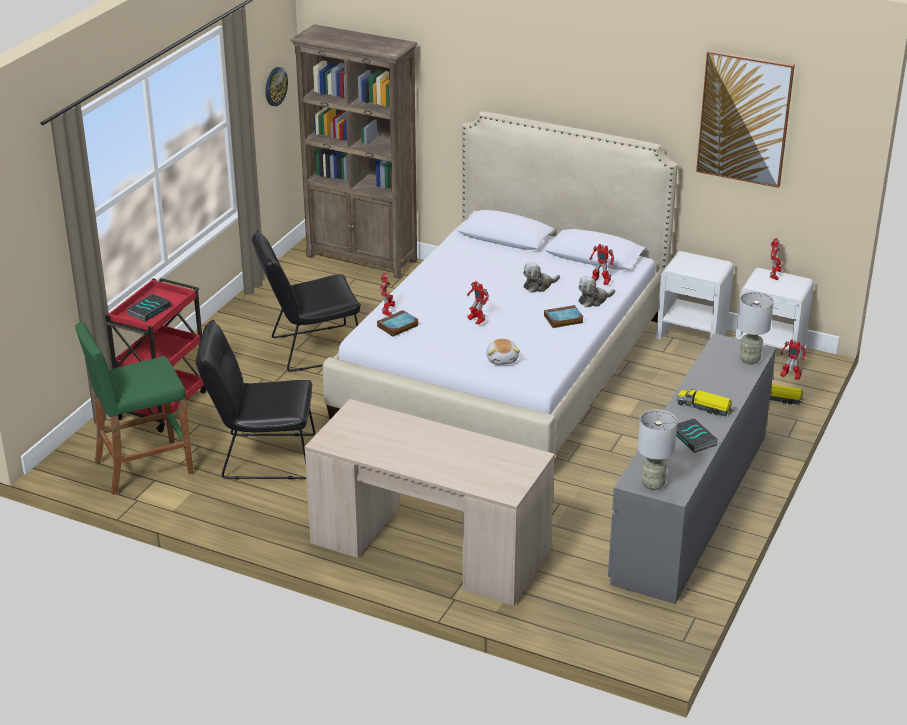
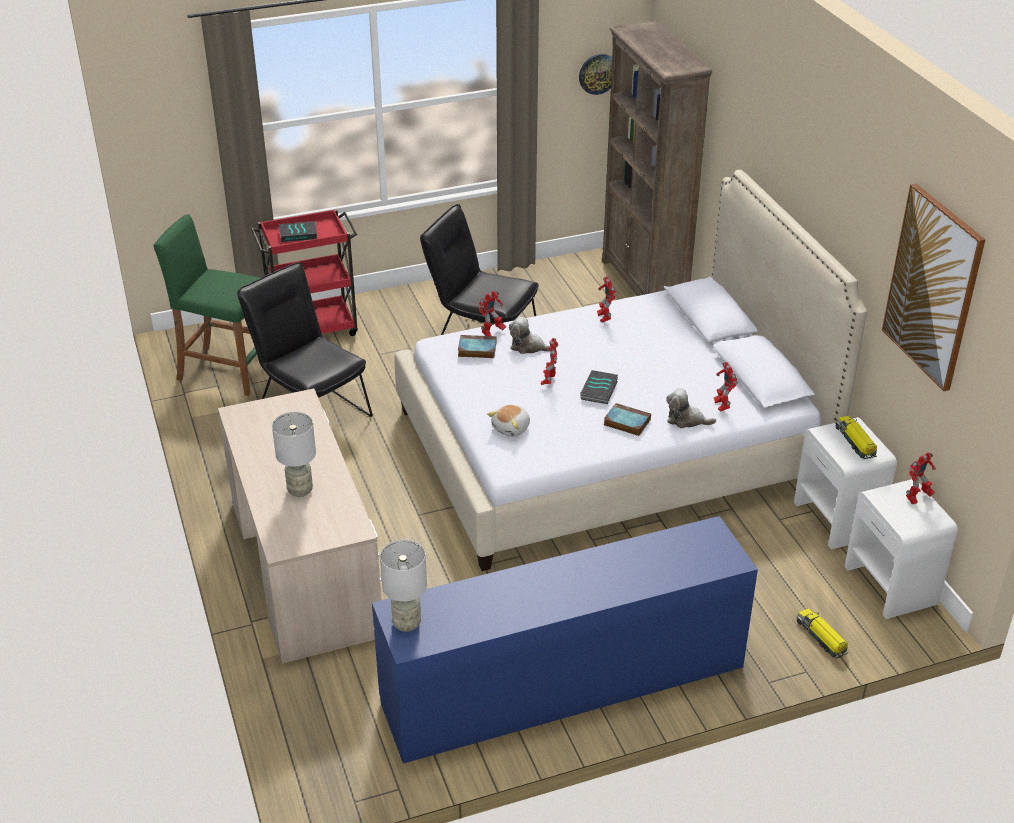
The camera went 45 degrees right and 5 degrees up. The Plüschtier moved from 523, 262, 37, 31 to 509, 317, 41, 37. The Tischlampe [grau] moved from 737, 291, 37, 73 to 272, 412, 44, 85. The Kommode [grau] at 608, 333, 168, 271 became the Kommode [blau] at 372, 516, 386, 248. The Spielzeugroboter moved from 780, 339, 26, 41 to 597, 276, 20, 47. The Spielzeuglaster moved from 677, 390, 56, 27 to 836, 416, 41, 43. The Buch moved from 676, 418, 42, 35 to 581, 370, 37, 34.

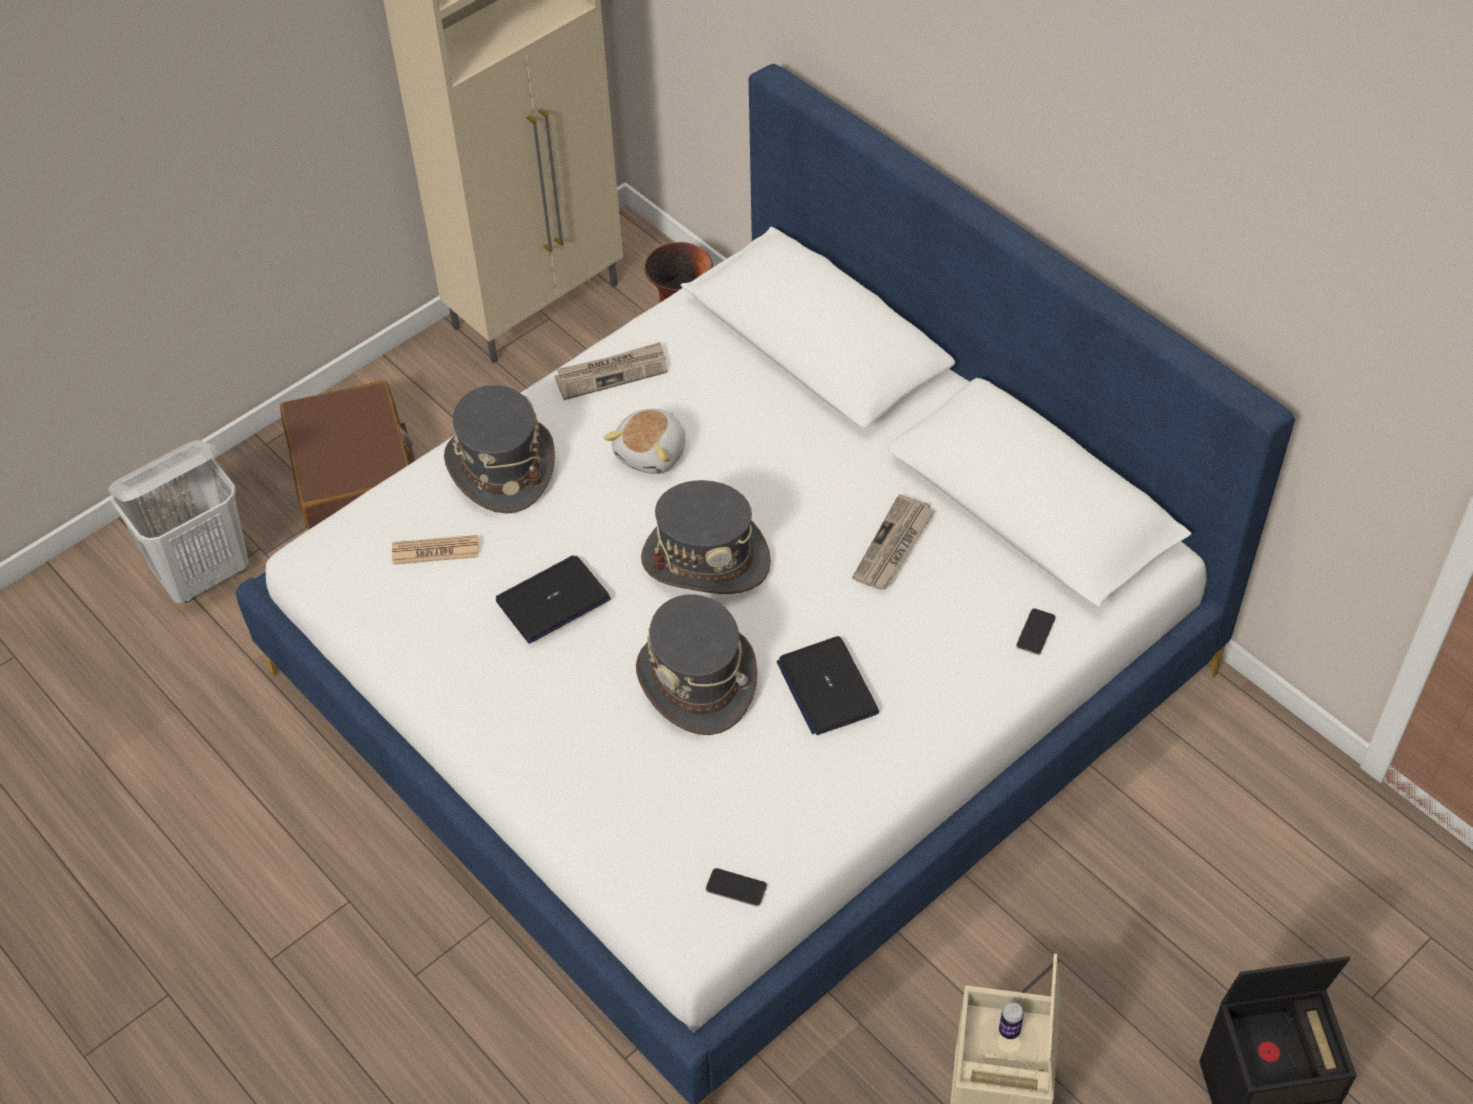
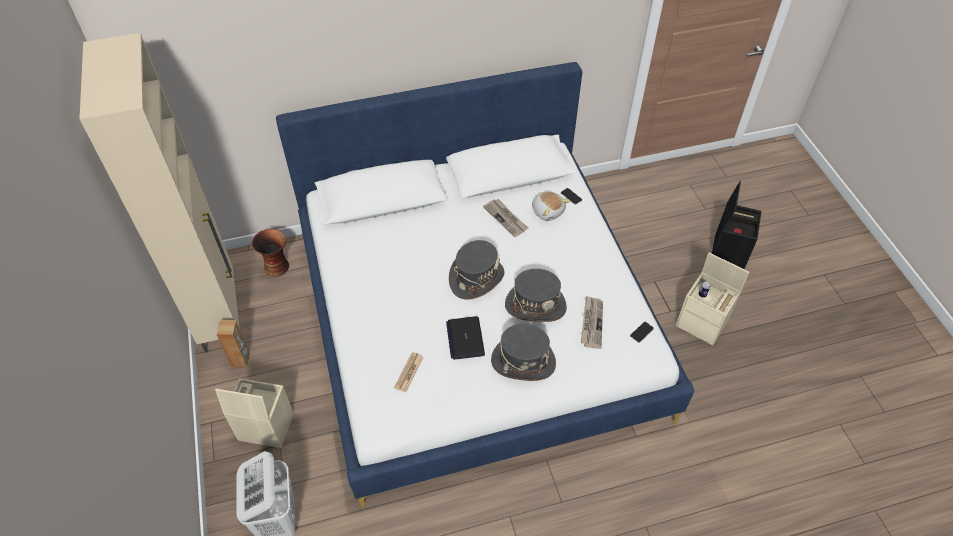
The camera went 65 degrees left and 0 degrees up. The Zeitung moved from 555, 342, 112, 58 to 581, 296, 22, 53. The Koffer [braun] at 280, 380, 135, 151 was replaced by the Aufbewahrungsbox [beige] at 215, 378, 79, 70. The Hut [grau] moved from 444, 385, 111, 129 to 491, 324, 65, 57. The Plüschtier moved from 604, 409, 82, 65 to 532, 191, 38, 30. The Laptop at 776, 636, 103, 99 disappeared. The Lautsprecher [braun] at 217, 320, 33, 47 appeared.

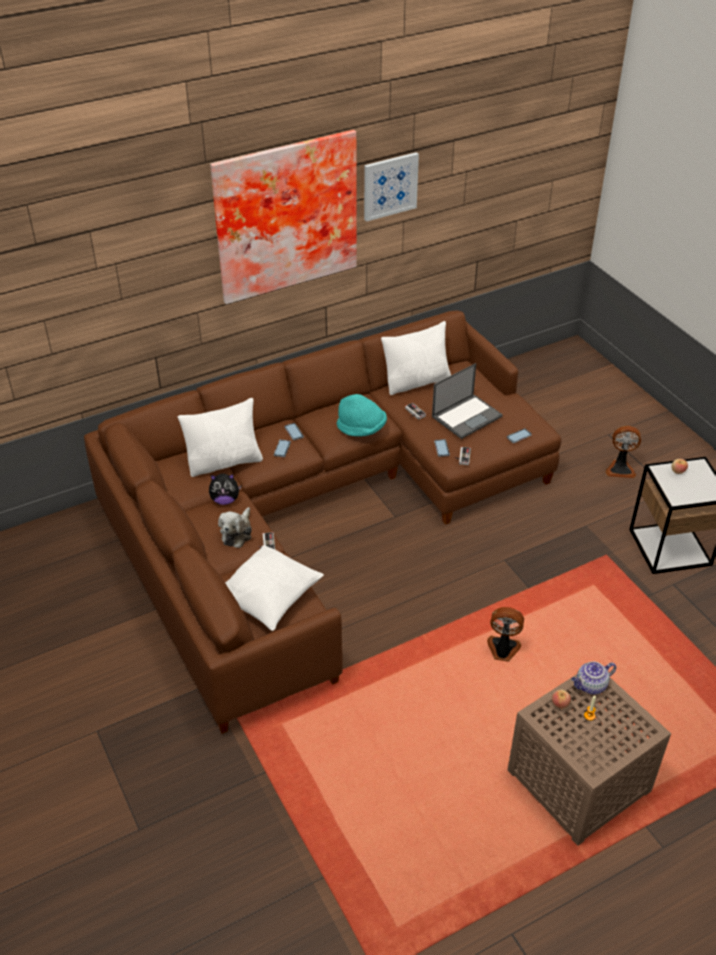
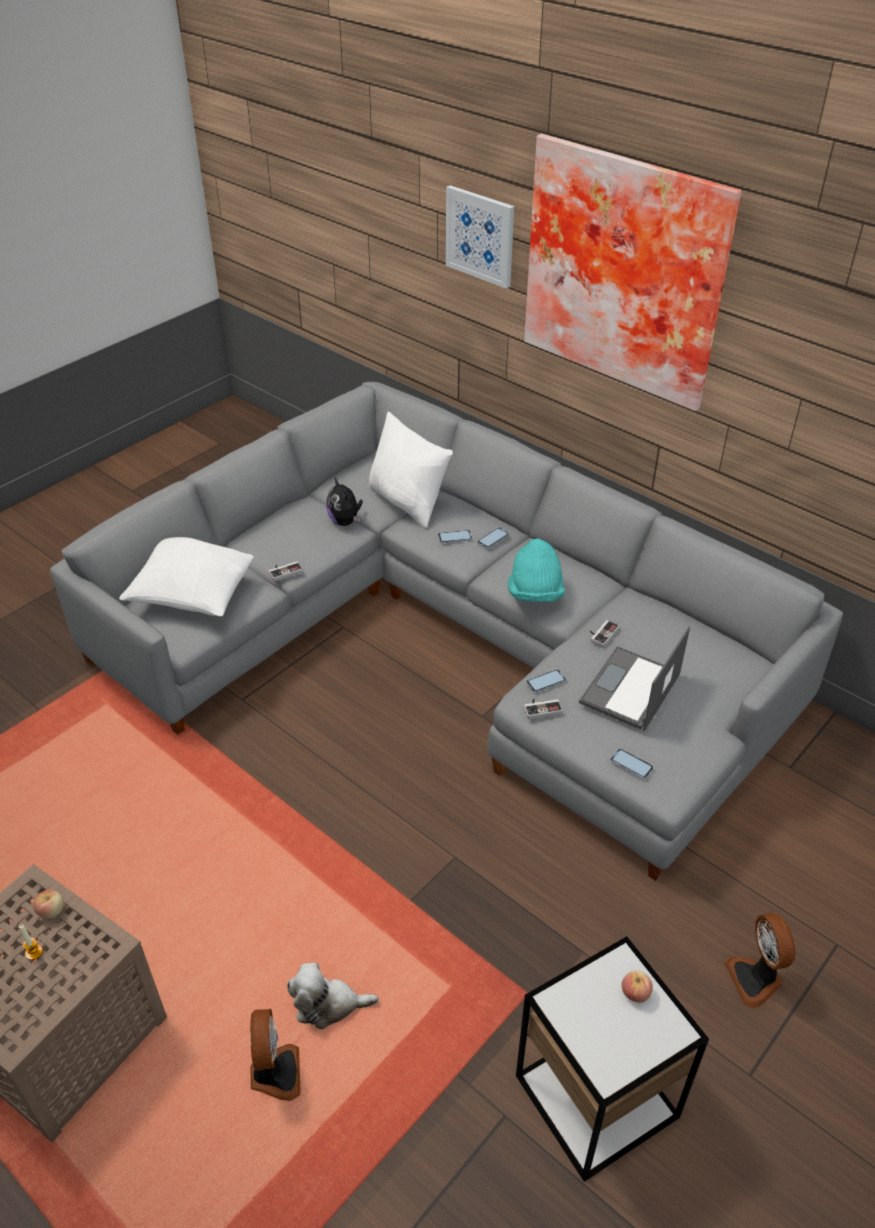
The camera went 70 degrees right and 0 degrees up. The Bild moved from 364, 152, 55, 70 to 446, 185, 68, 104. The Sofa [braun] at 84, 310, 478, 424 became the Sofa [grau] at 50, 382, 793, 499. The Kissen [weiß] at 381, 321, 70, 74 disappeared. The Laptop at 432, 363, 71, 76 turned 90 degrees clockwise. The Plüschtier moved from 218, 507, 34, 41 to 287, 963, 92, 66. The Ventilator moved from 487, 607, 37, 55 to 250, 1008, 51, 93. The Teekanne at 571, 661, 45, 33 disappeared.

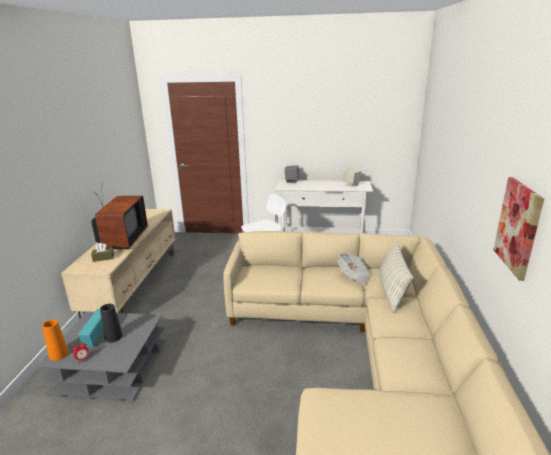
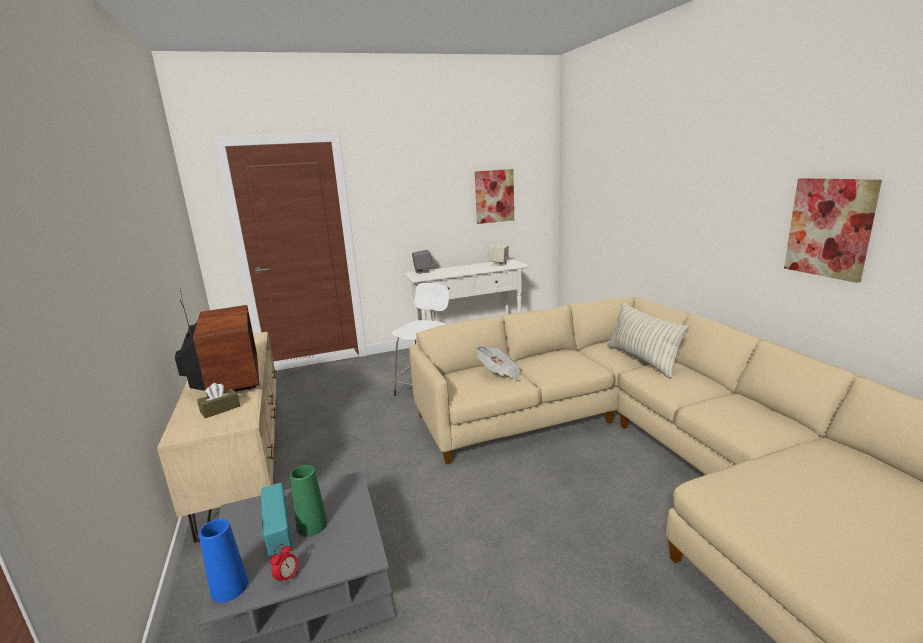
The camera went 25 degrees left and 5 degrees down. The Zeitung moved from 337, 253, 34, 31 to 476, 346, 45, 34. The Vase [schwarz] at 100, 304, 23, 39 became the Vase [grün] at 290, 465, 38, 71. The Vase [orange] at 42, 319, 27, 42 became the Vase [blau] at 199, 519, 49, 84. The Bild at 475, 169, 39, 55 appeared.

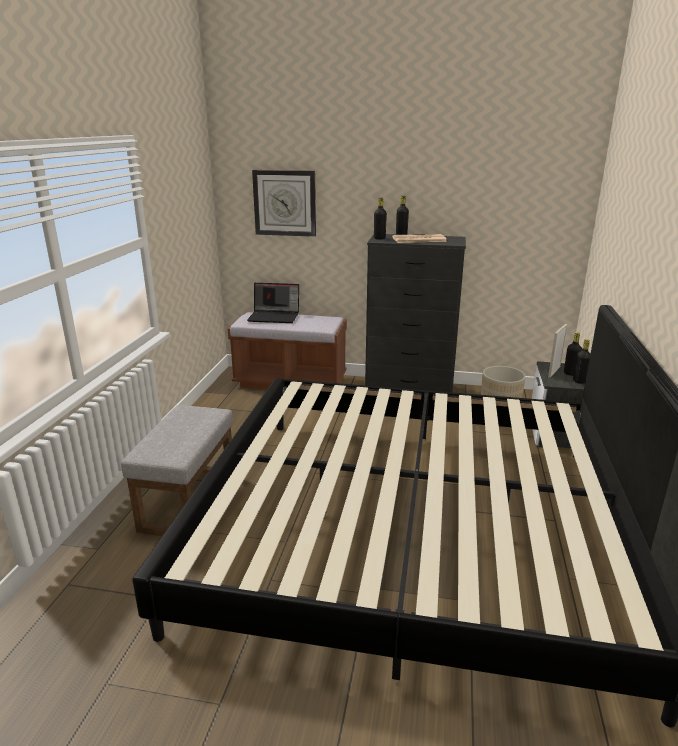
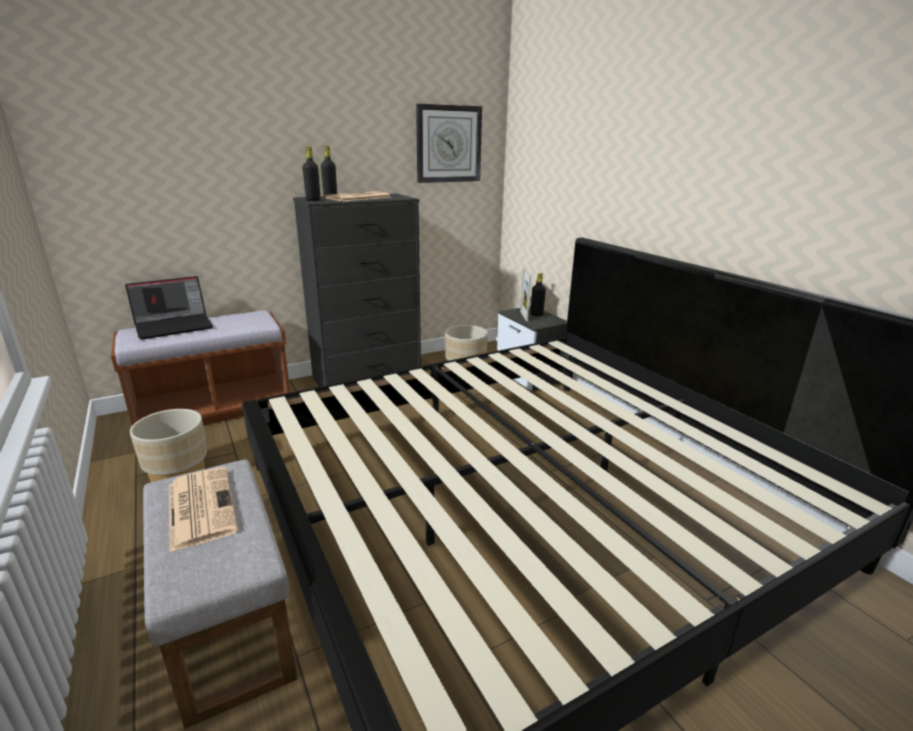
The camera went 40 degrees left and 0 degrees up. The Wanduhr moved from 252, 170, 64, 67 to 416, 104, 66, 79. The Flasche [schwarz] at 573, 339, 17, 45 disappeared. The Pflanzkübel [beige] at 130, 409, 77, 73 appeared. The Zeitung at 169, 467, 69, 85 appeared.

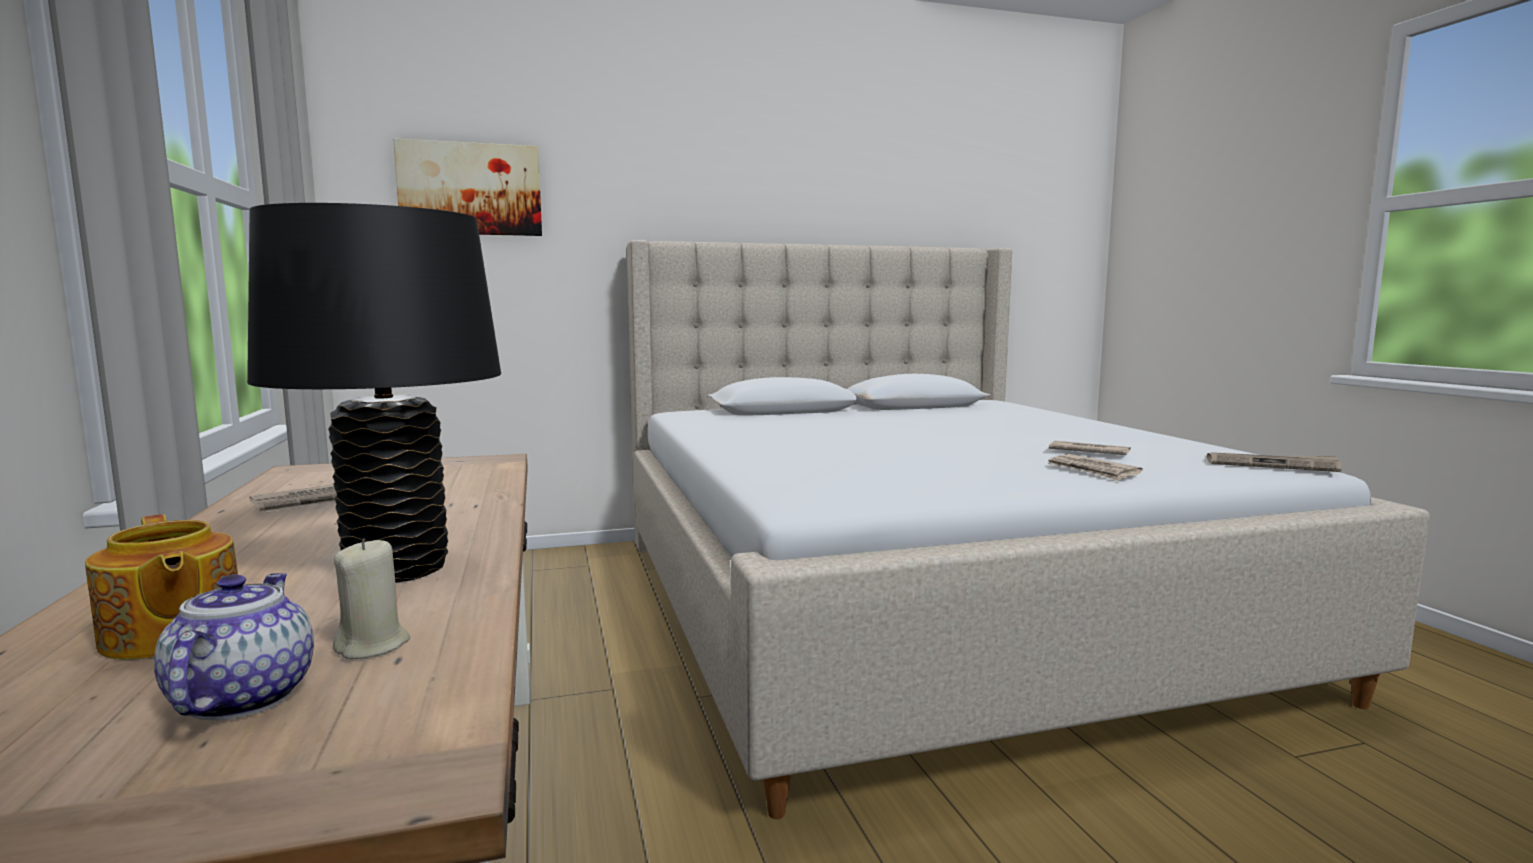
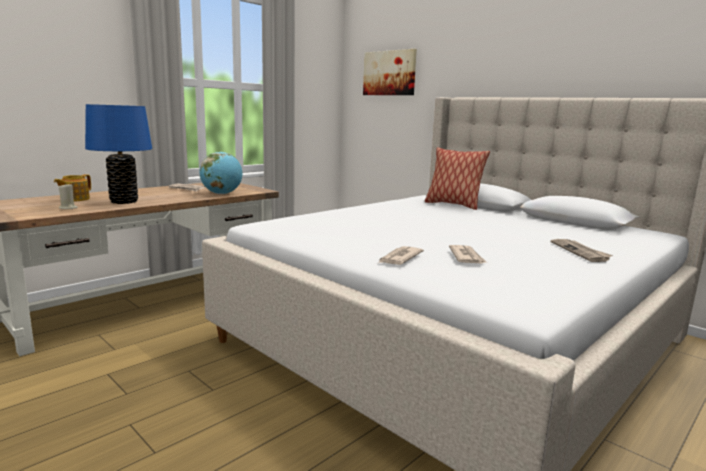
The camera went 60 degrees right and 5 degrees up. The Tischlampe [schwarz] at 247, 203, 254, 380 became the Tischlampe [blau] at 85, 104, 67, 100. The Zeitung moved from 1207, 452, 135, 20 to 551, 239, 62, 23. The Teekanne at 154, 573, 160, 147 disappeared. The Kissen at 425, 147, 65, 63 appeared. The Globus at 199, 152, 43, 42 appeared.

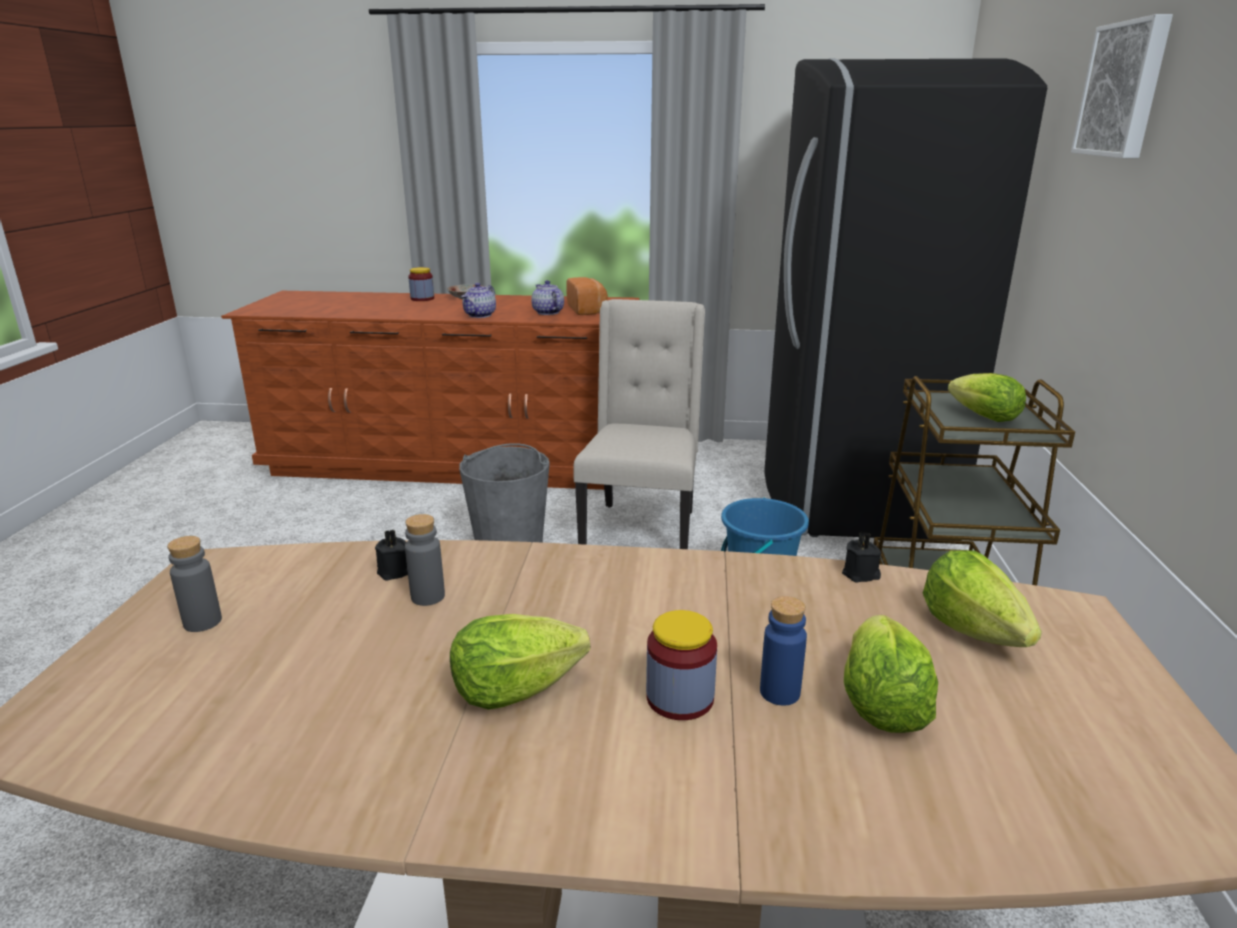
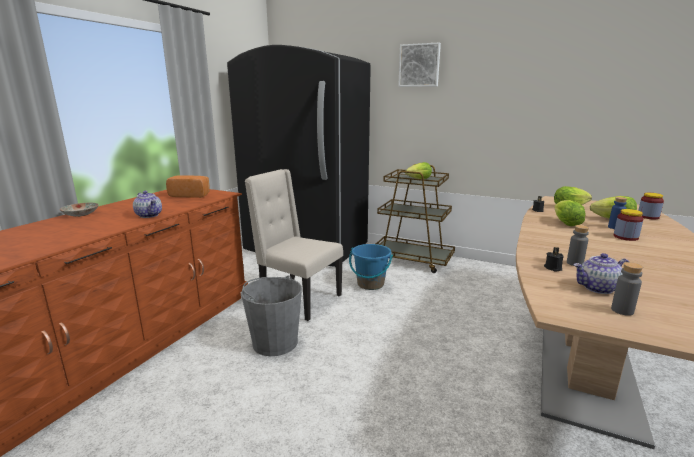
The camera went 70 degrees left and 5 degrees down. The Vorratsglas moved from 408, 267, 26, 34 to 638, 193, 26, 26. The Teekanne moved from 531, 280, 33, 35 to 573, 253, 56, 41. The Salatkopf moved from 450, 614, 140, 96 to 554, 200, 32, 26.

